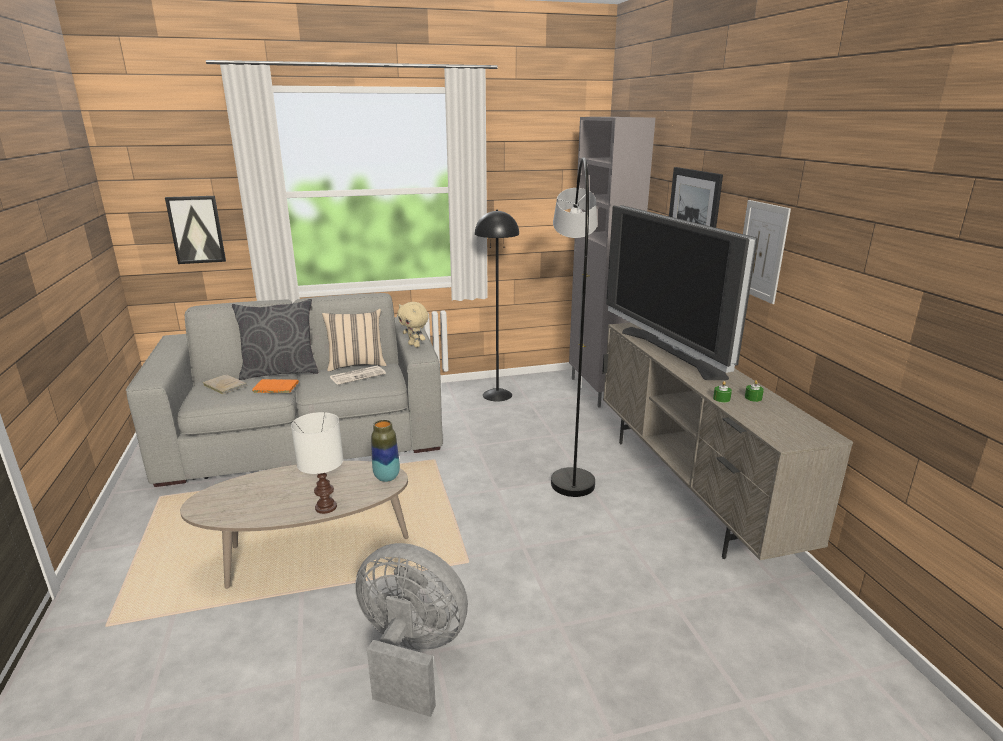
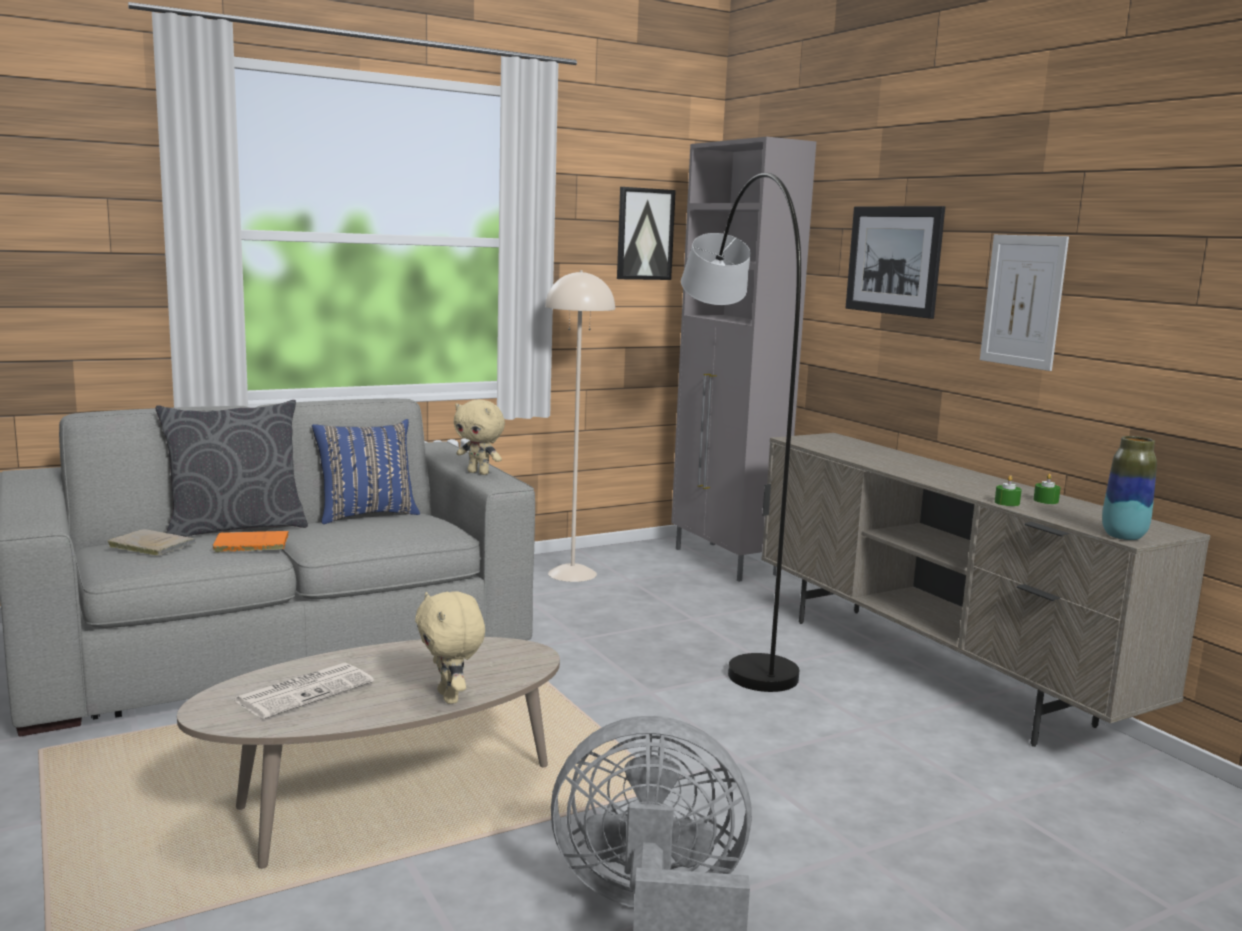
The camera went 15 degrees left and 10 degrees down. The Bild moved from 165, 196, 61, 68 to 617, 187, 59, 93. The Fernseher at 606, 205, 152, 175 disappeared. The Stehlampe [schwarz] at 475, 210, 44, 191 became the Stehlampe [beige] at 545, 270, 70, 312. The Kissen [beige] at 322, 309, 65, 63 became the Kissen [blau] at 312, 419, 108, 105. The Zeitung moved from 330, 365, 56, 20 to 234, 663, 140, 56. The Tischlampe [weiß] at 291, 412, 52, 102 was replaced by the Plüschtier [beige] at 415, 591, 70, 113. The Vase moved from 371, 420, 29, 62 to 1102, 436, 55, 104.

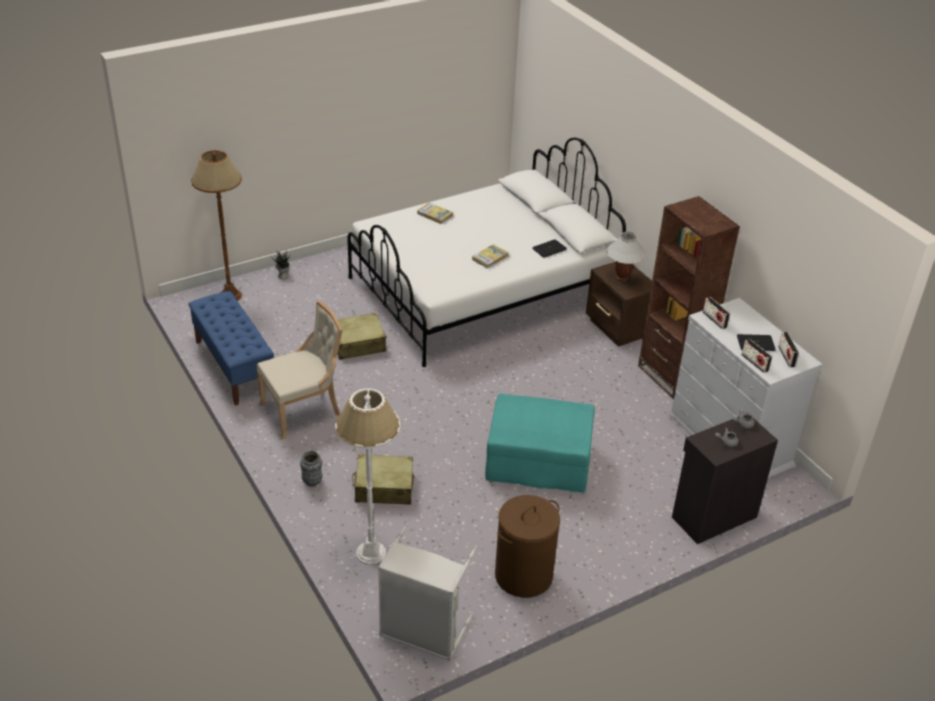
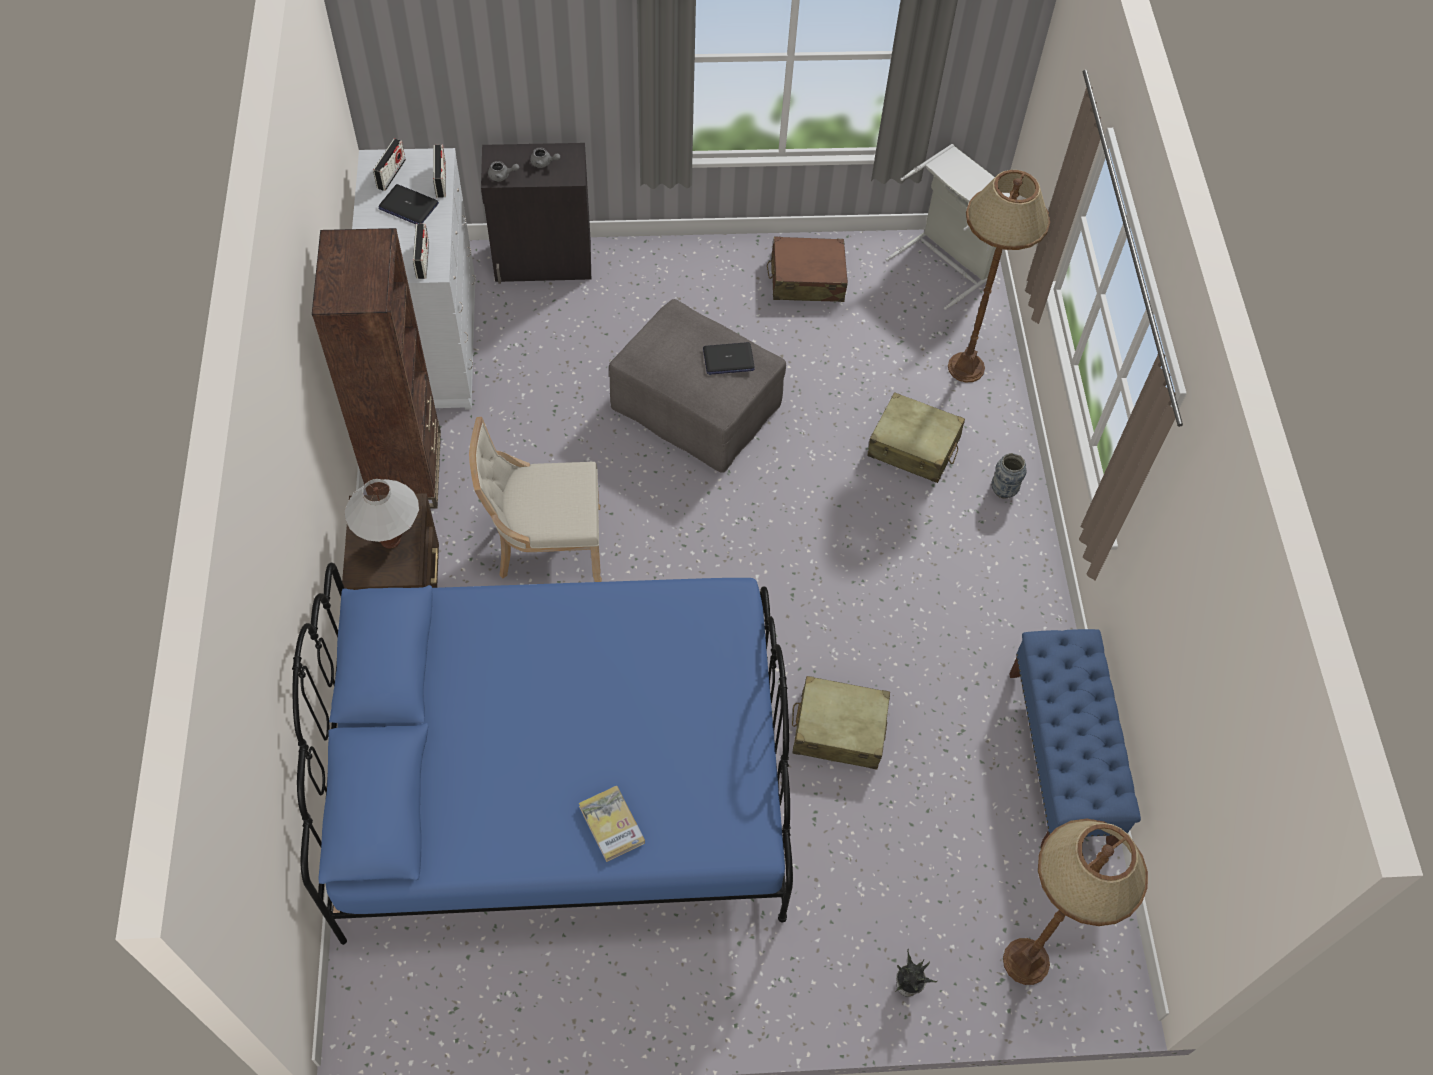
The camera went 155 degrees left and 20 degrees up. The Bett [weiß] at 347, 138, 279, 229 became the Bett [blau] at 292, 563, 501, 382. The Laptop moved from 532, 240, 35, 18 to 703, 342, 52, 33. The Buch at 472, 244, 37, 24 disappeared. The Stuhl [beige] moved from 257, 301, 85, 138 to 469, 417, 133, 165. The Stehlampe [weiß] at 335, 388, 66, 177 became the Stehlampe [braun] at 948, 170, 102, 213. The Polsterhocker [türkis] at 485, 394, 110, 99 became the Polsterhocker [grau] at 609, 299, 177, 174. The Wäschekorb [braun] at 495, 495, 65, 103 was replaced by the Koffer [braun] at 767, 236, 81, 66.

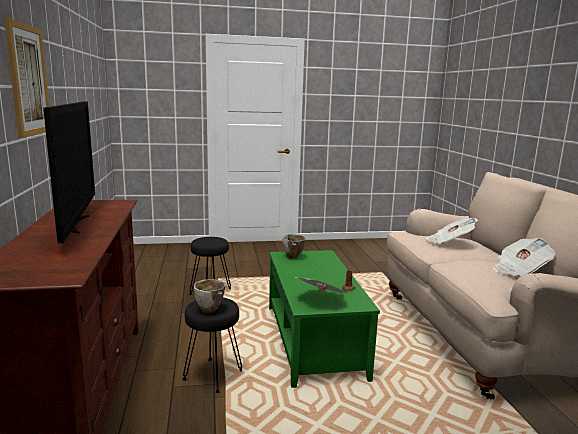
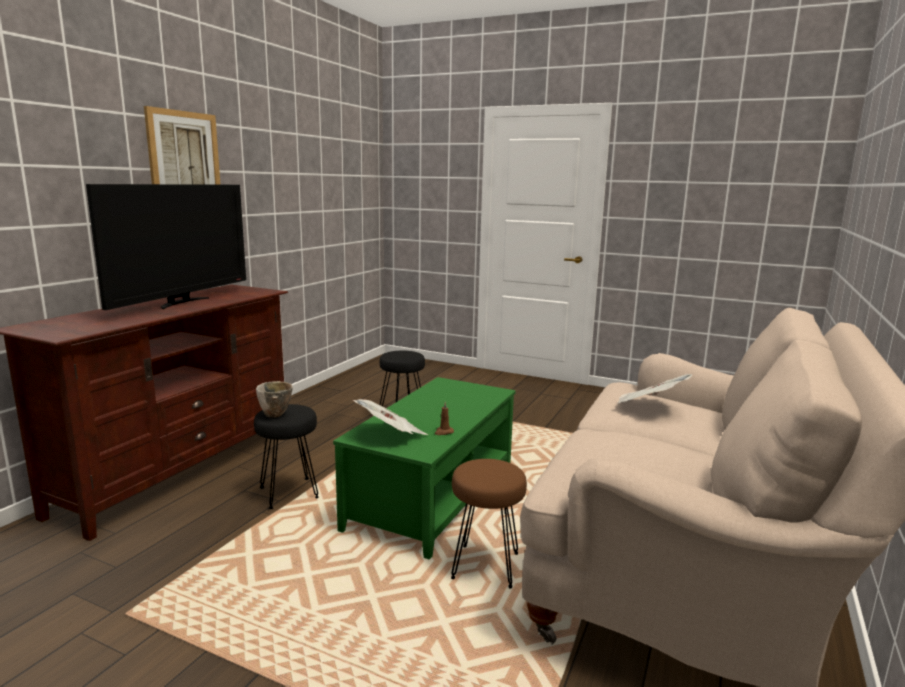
The camera went 35 degrees right and 0 degrees up. The Schüssel at 282, 234, 24, 24 disappeared. The Zeitung at 492, 238, 64, 39 disappeared. The Hocker [braun] at 451, 459, 76, 130 appeared.

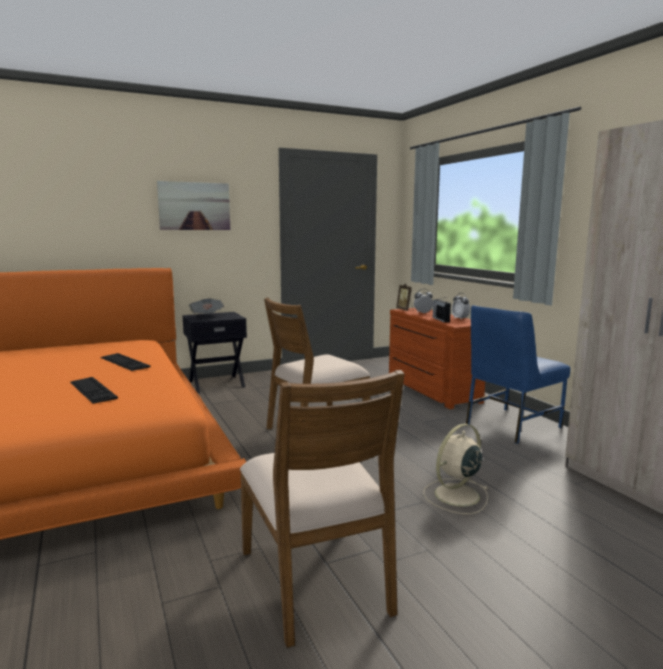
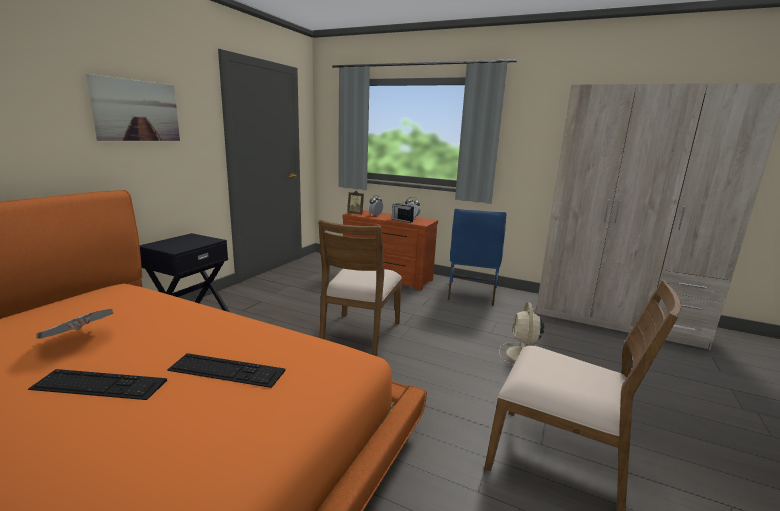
The camera went 40 degrees left and 5 degrees up. The Zeitung moved from 189, 298, 35, 16 to 36, 309, 77, 30. The Tastatur moved from 100, 353, 51, 18 to 28, 369, 139, 31.

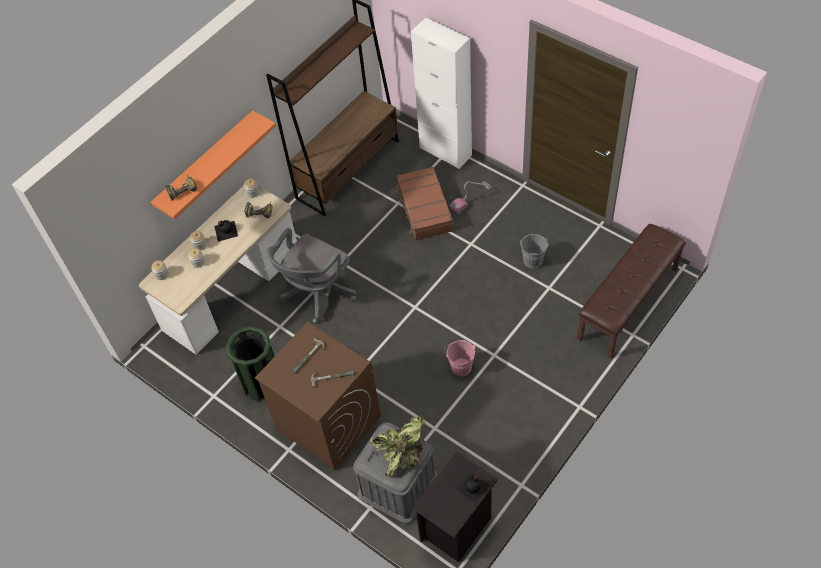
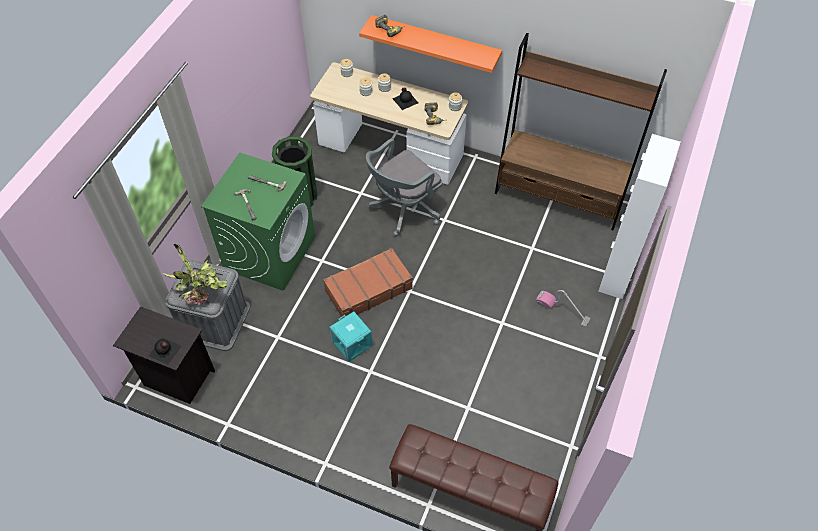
The camera went 70 degrees right and 0 degrees up. The Koffer [braun] moved from 396, 167, 57, 73 to 323, 248, 90, 70. The Bürostuhl [grau] at 267, 228, 89, 95 turned 60 degrees counterclockwise. The Eimer [grau] at 520, 234, 29, 35 disappeared. The Waschmaschine [braun] at 255, 322, 126, 148 became the Waschmaschine [grün] at 201, 152, 115, 139. The Eimer [rosa] at 445, 340, 31, 36 was replaced by the Aufbewahrungsbox [türkis] at 330, 311, 43, 51.

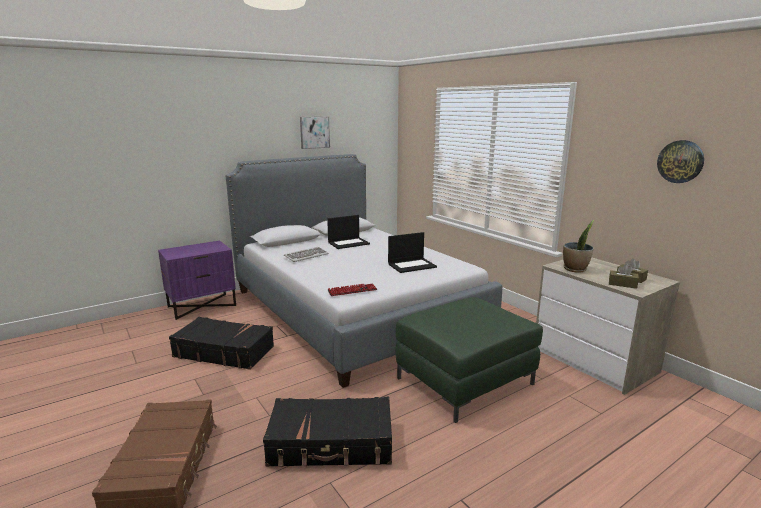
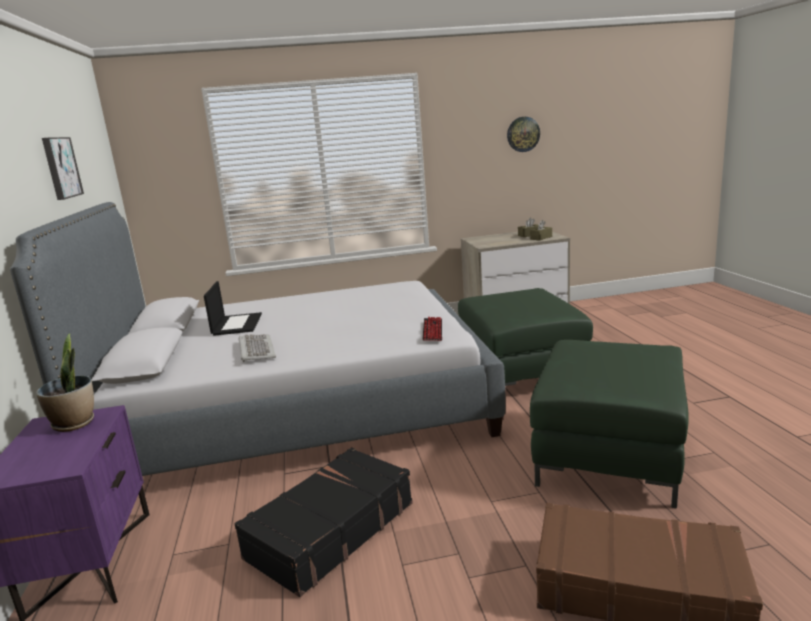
The camera went 65 degrees left and 0 degrees up. The Topfpflanze moved from 563, 220, 31, 53 to 36, 333, 58, 99. The Laptop at 388, 232, 49, 41 disappeared. The Koffer [schwarz] at 263, 397, 129, 70 was replaced by the Polsterhocker [grün] at 530, 340, 159, 169.

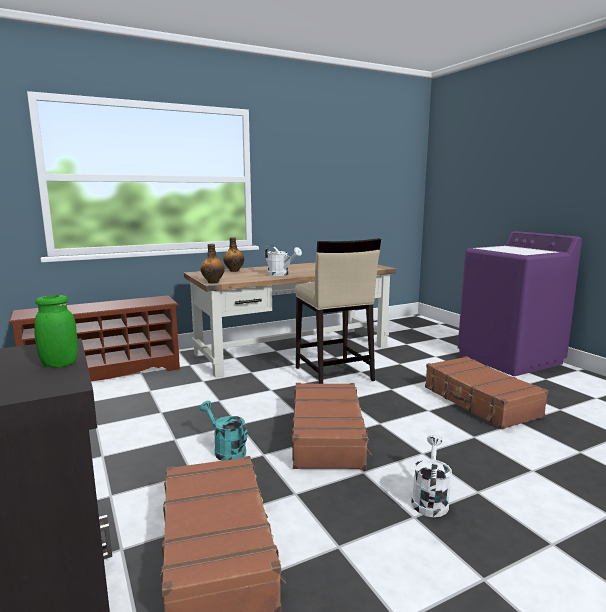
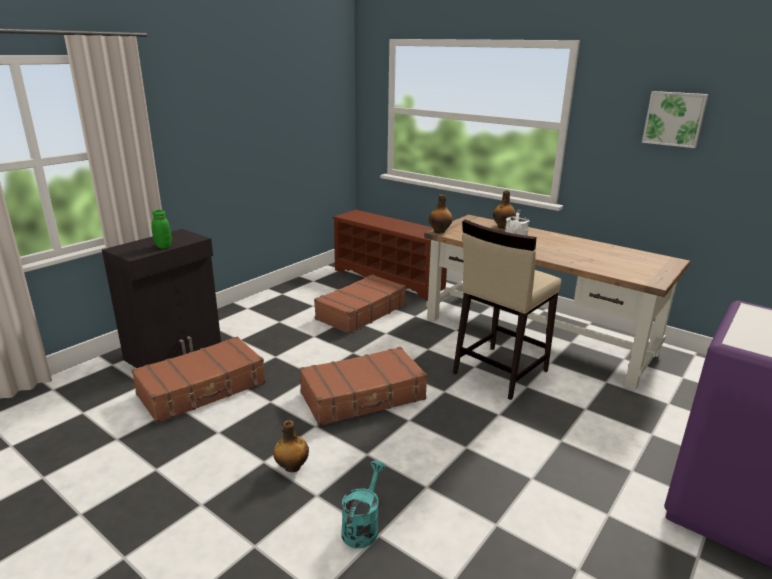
The camera went 65 degrees right and 10 degrees up. The Koffer [braun] moved from 425, 356, 123, 73 to 314, 274, 92, 60. The Gießkanne [türkis] moved from 200, 401, 48, 60 to 341, 460, 45, 88. The Gießkanne [weiß] at 411, 435, 41, 82 was replaced by the Flasche at 273, 420, 36, 52. The Bild at 642, 91, 66, 57 appeared.

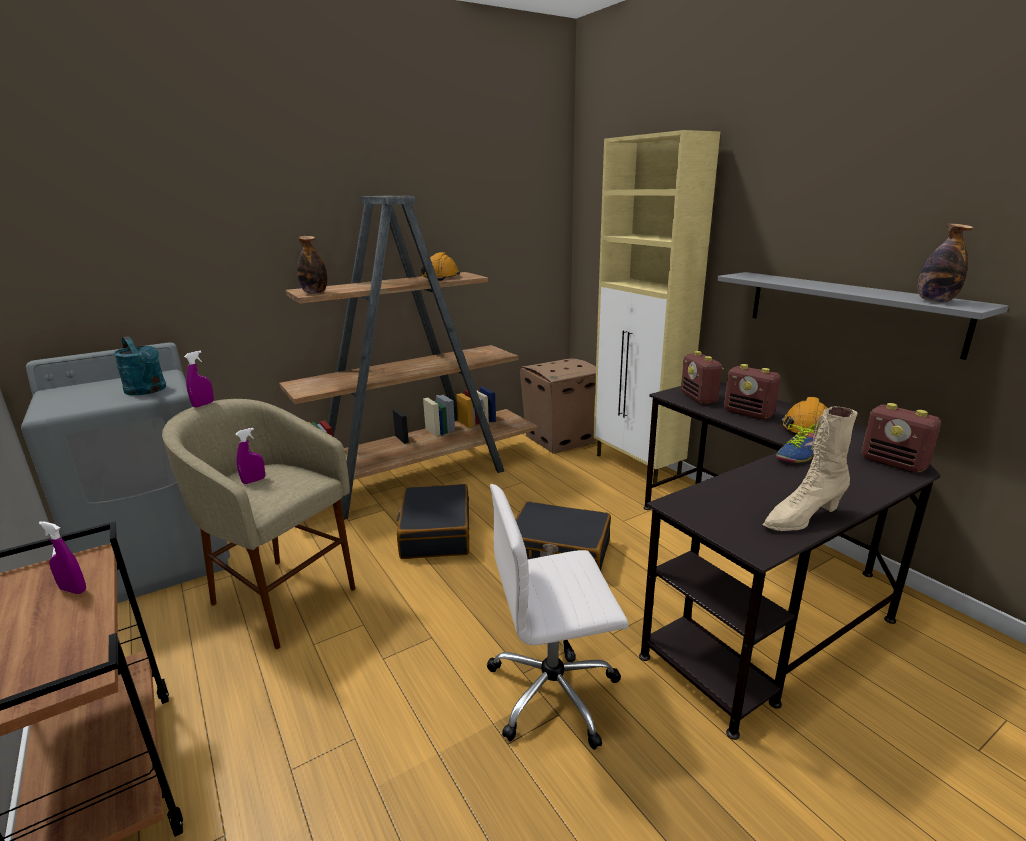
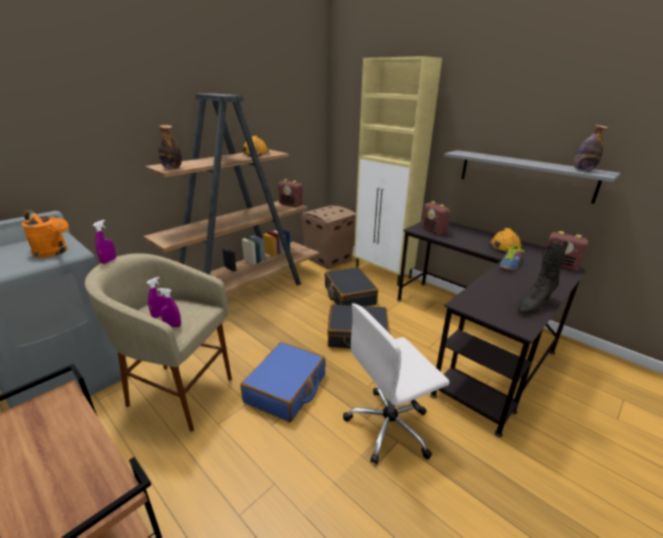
The camera went 15 degrees left and 5 degrees up. The Gießkanne [türkis] at 113, 336, 53, 59 became the Gießkanne [orange] at 21, 210, 48, 48. The Radio moved from 724, 364, 56, 55 to 278, 179, 25, 28. The Stiefel [beige] at 763, 407, 95, 124 became the Stiefel [schwarz] at 517, 239, 52, 76. The Koffer [schwarz] moved from 396, 484, 73, 75 to 325, 267, 53, 39. The Sprühflasche [lila] moved from 39, 521, 47, 73 to 157, 288, 24, 39. The Koffer [blau] at 240, 342, 85, 80 appeared.

